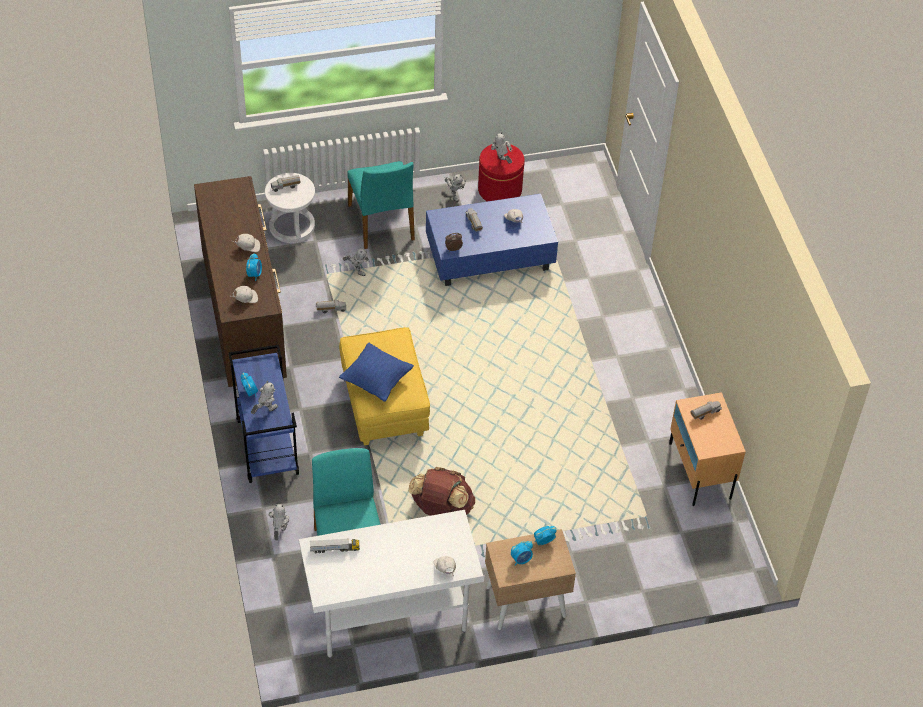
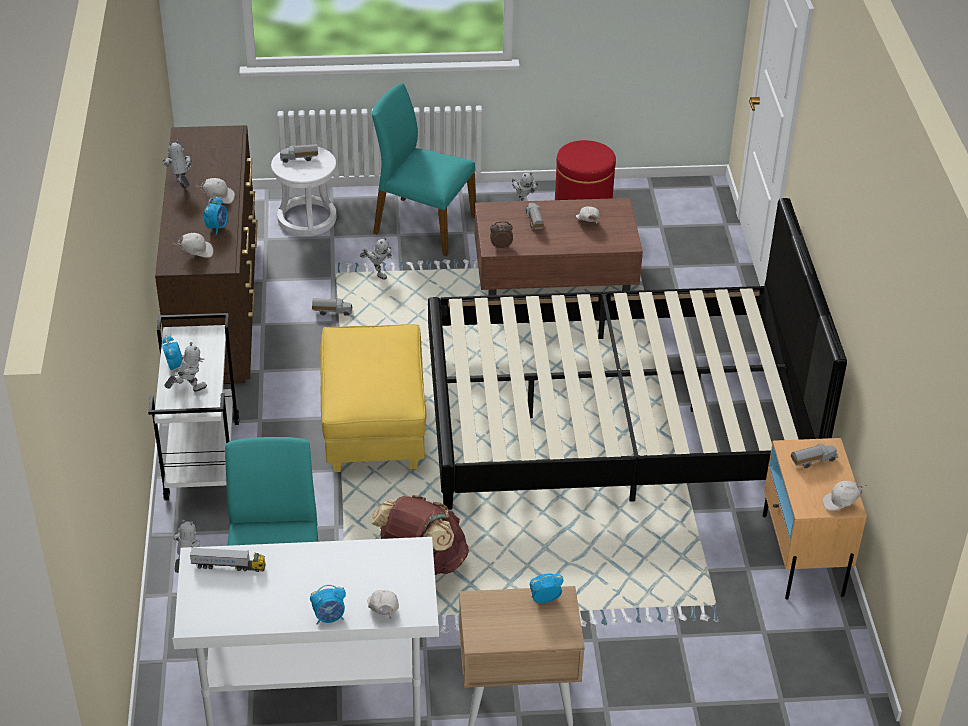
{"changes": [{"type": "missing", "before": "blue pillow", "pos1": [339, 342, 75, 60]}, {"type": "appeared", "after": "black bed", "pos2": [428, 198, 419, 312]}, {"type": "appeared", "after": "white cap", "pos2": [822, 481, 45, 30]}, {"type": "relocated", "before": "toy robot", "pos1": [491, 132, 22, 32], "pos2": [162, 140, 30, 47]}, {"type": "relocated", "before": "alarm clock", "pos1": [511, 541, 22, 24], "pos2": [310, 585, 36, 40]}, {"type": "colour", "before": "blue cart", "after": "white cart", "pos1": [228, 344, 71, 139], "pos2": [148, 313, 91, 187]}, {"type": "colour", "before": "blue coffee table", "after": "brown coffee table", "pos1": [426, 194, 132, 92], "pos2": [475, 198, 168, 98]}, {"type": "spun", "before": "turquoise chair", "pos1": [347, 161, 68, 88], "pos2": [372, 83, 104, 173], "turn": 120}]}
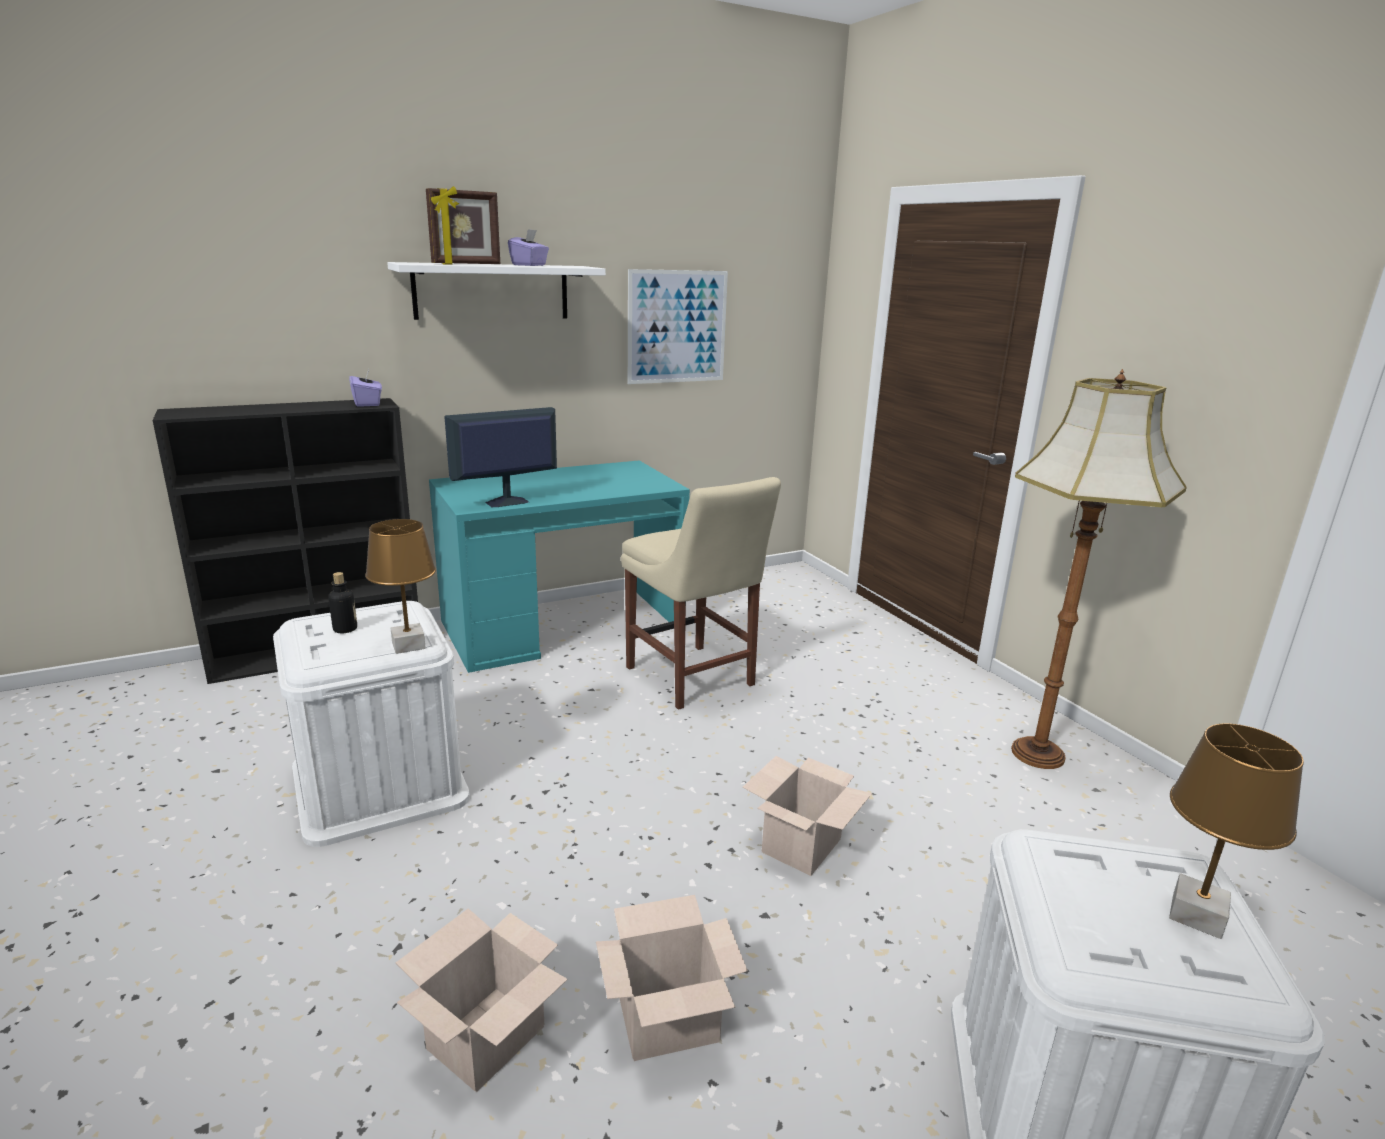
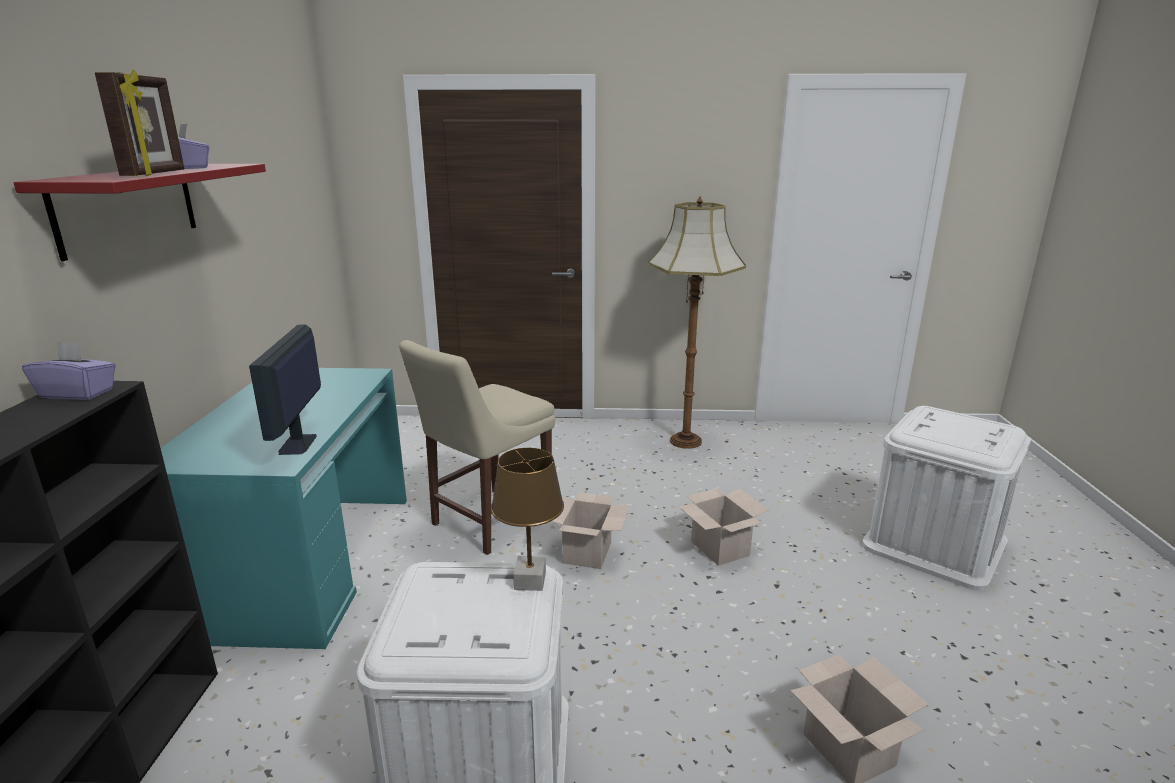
{"changes": [{"type": "missing", "before": "bottle", "pos1": [328, 572, 29, 61]}, {"type": "missing", "before": "picture", "pos1": [628, 269, 100, 115]}, {"type": "missing", "before": "brown table lamp", "pos1": [1169, 723, 135, 216]}, {"type": "relocated", "before": "cardboard box", "pos1": [596, 895, 152, 166], "pos2": [551, 492, 79, 77]}, {"type": "colour", "before": "white shelf", "after": "red shelf", "pos1": [387, 262, 219, 58], "pos2": [14, 164, 252, 97]}, {"type": "spun", "before": "beige chair", "pos1": [621, 477, 160, 233], "pos2": [399, 340, 156, 215], "turn": 135}]}
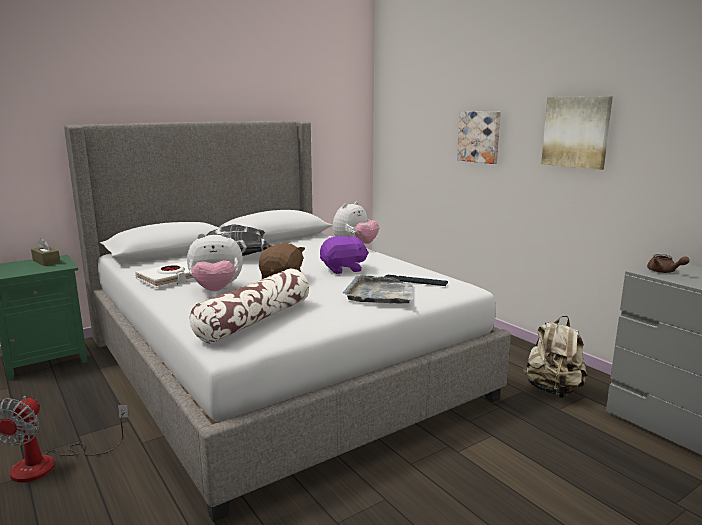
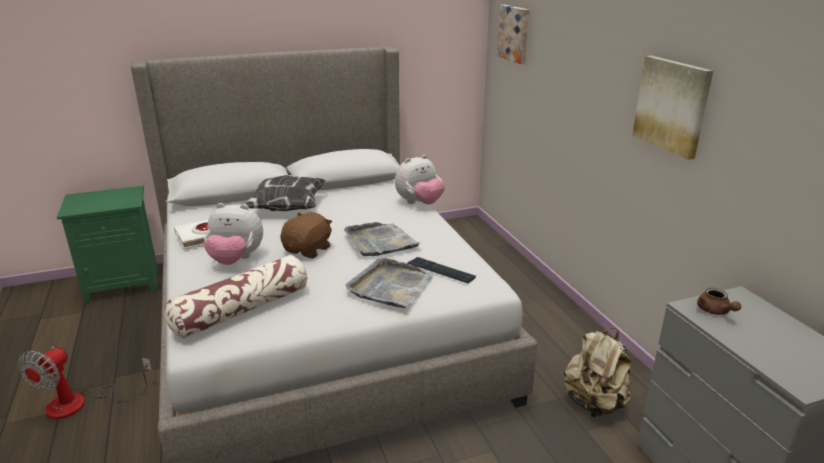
{"changes": [{"type": "missing", "before": "brown tissue box", "pos1": [31, 238, 29, 28]}, {"type": "relocated", "before": "picture", "pos1": [457, 111, 44, 53], "pos2": [497, 5, 32, 59]}, {"type": "exchanged", "before": "purple plush toy", "after": "grey tray", "pos1": [320, 236, 49, 38], "pos2": [344, 222, 77, 34]}]}
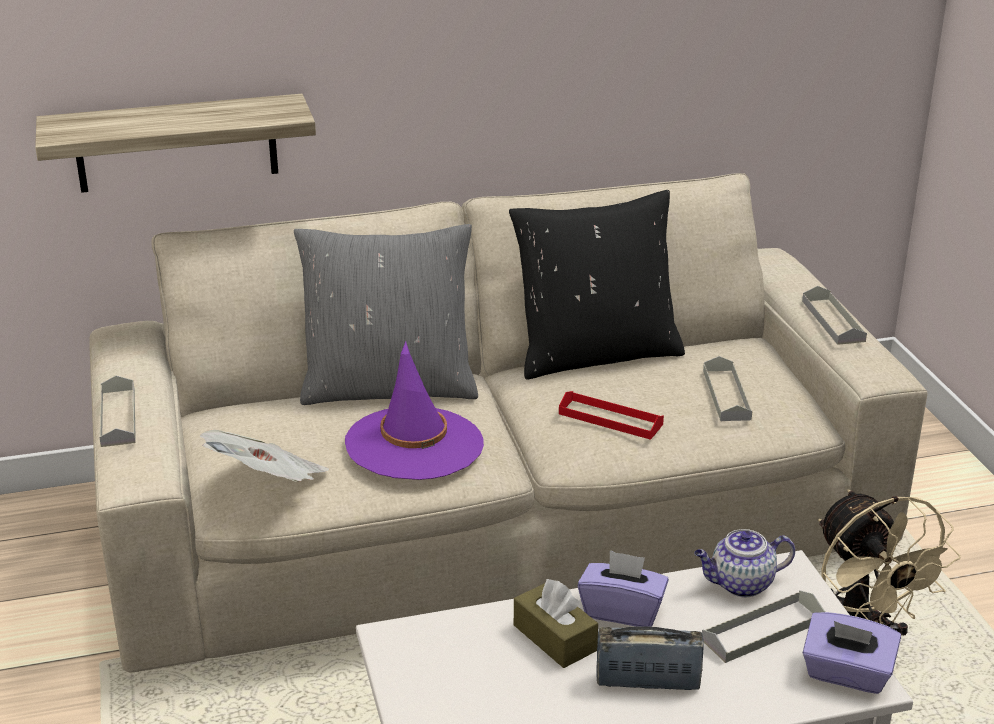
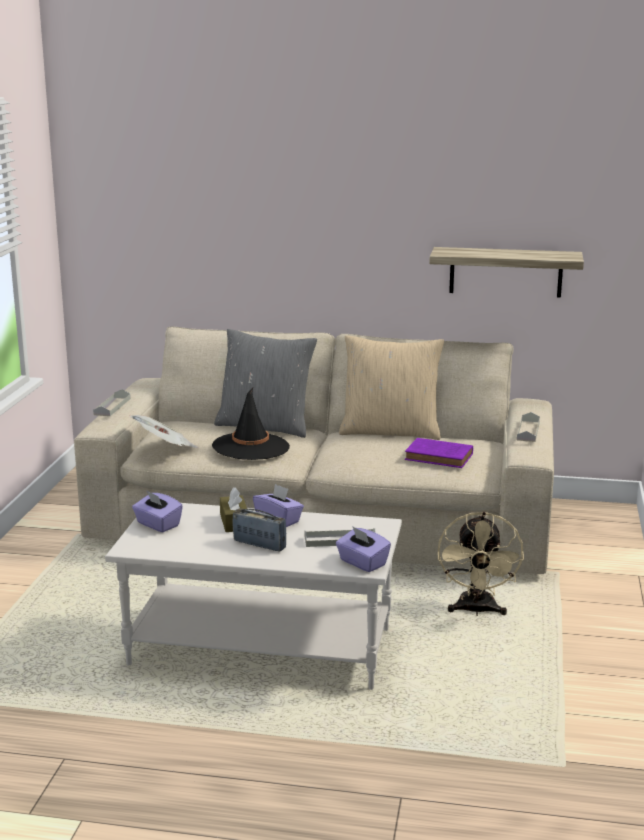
{"changes": [{"type": "missing", "before": "red tray", "pos1": [559, 391, 105, 49]}, {"type": "missing", "before": "teapot", "pos1": [694, 529, 101, 68]}, {"type": "appeared", "after": "purple tissue box", "pos2": [132, 490, 51, 42]}, {"type": "relocated", "before": "shelf", "pos1": [35, 94, 281, 99], "pos2": [429, 247, 155, 51]}, {"type": "exchanged", "before": "grey tray", "after": "purple book", "pos1": [703, 356, 49, 65], "pos2": [405, 438, 68, 30]}, {"type": "colour", "before": "purple hat", "after": "black hat", "pos1": [345, 342, 139, 138], "pos2": [212, 388, 78, 72]}, {"type": "colour", "before": "black pillow", "after": "beige pillow", "pos1": [509, 190, 176, 190], "pos2": [339, 336, 105, 104]}]}
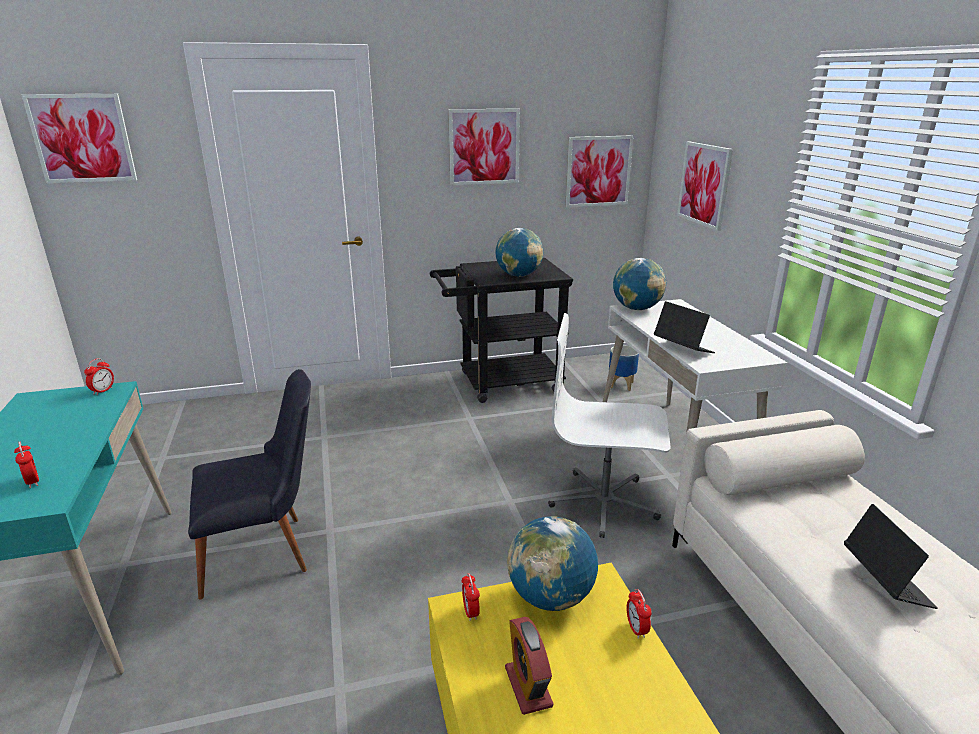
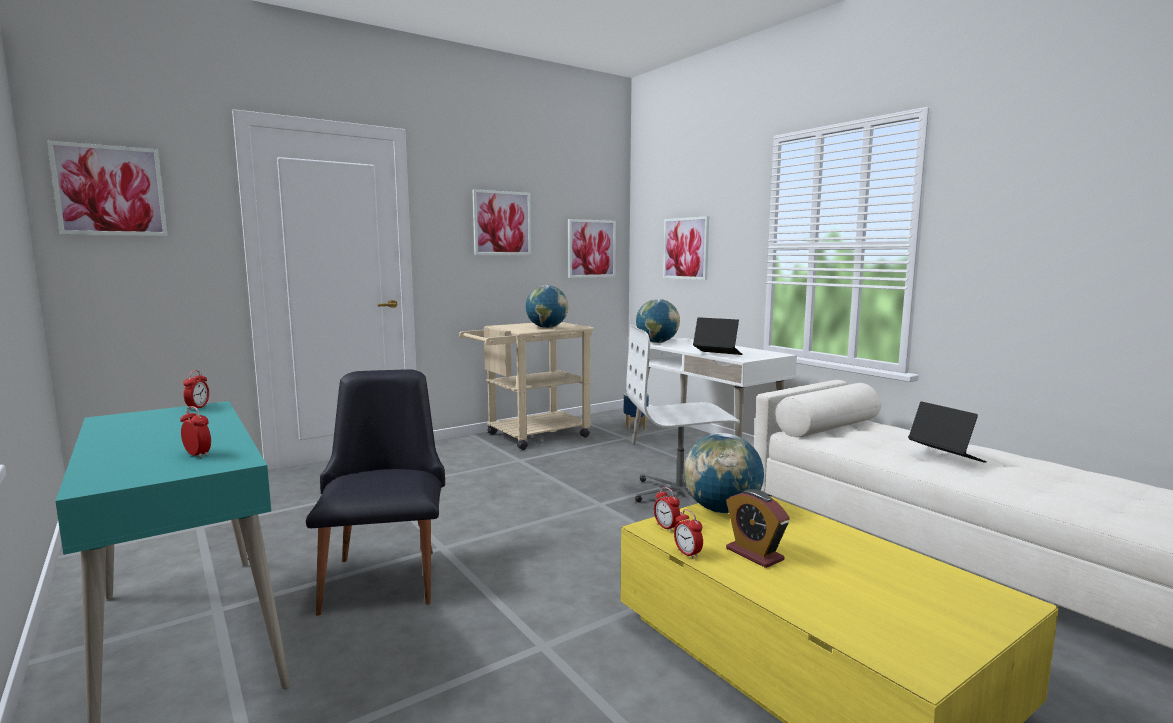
{"changes": [{"type": "relocated", "before": "alarm clock", "pos1": [626, 589, 26, 50], "pos2": [674, 509, 29, 50]}, {"type": "colour", "before": "black cart", "after": "beige cart", "pos1": [430, 258, 143, 145], "pos2": [459, 322, 135, 128]}, {"type": "spun", "before": "black chair", "pos1": [188, 369, 123, 230], "pos2": [306, 369, 139, 247], "turn": -60}]}
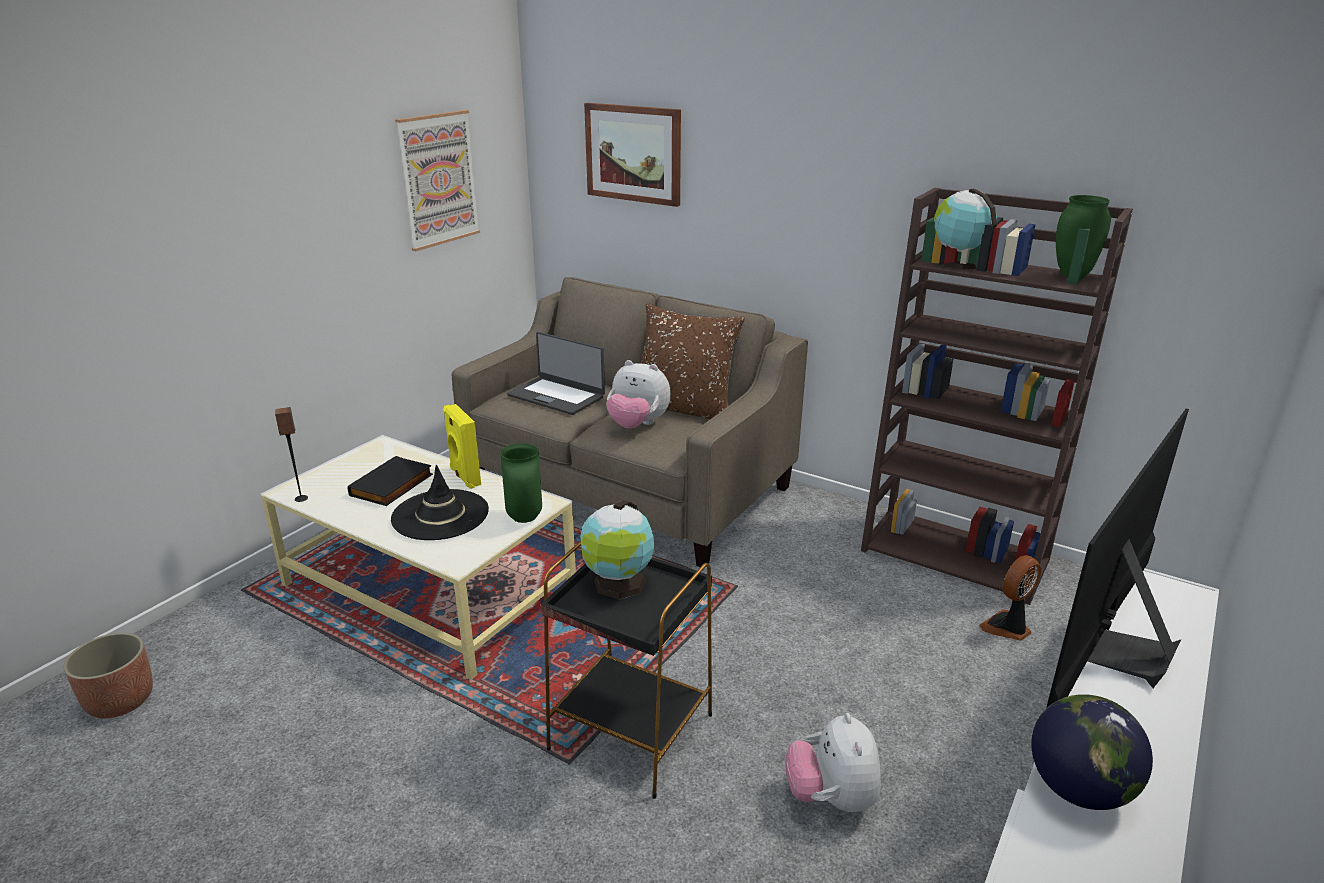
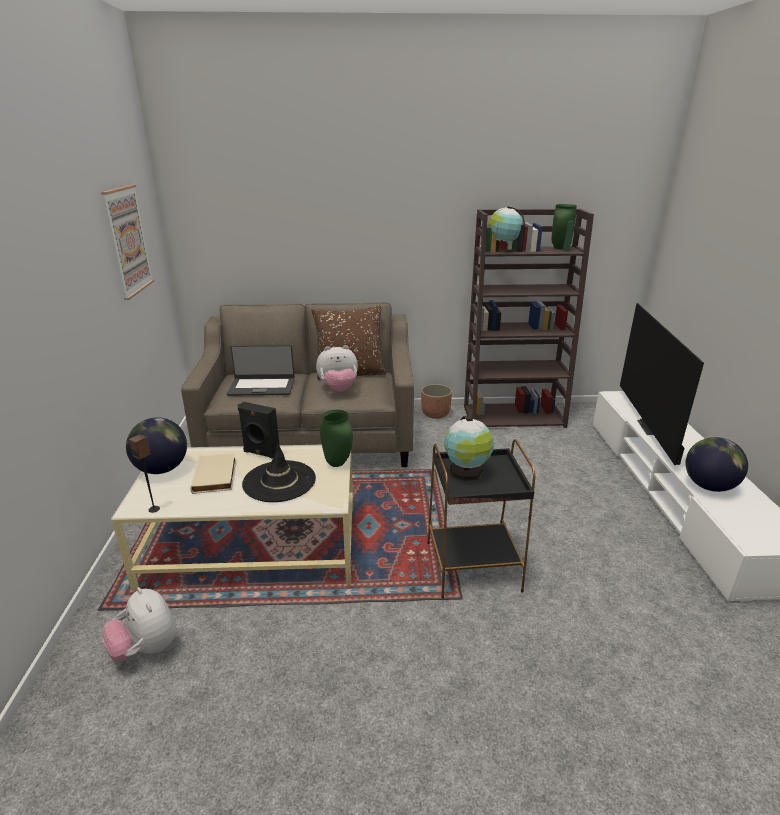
{"changes": [{"type": "missing", "before": "picture", "pos1": [584, 103, 97, 104]}, {"type": "missing", "before": "fan", "pos1": [979, 555, 62, 86]}, {"type": "appeared", "after": "globe", "pos2": [126, 418, 61, 56]}, {"type": "relocated", "before": "planter", "pos1": [63, 633, 90, 85], "pos2": [421, 384, 31, 35]}, {"type": "relocated", "before": "plush toy", "pos1": [785, 713, 96, 99], "pos2": [103, 587, 73, 75]}, {"type": "colour", "before": "black book", "after": "beige book", "pos1": [348, 456, 85, 50], "pos2": [190, 453, 46, 41]}, {"type": "colour", "before": "yellow speaker", "after": "black speaker", "pos1": [443, 404, 38, 85], "pos2": [237, 402, 42, 57]}]}
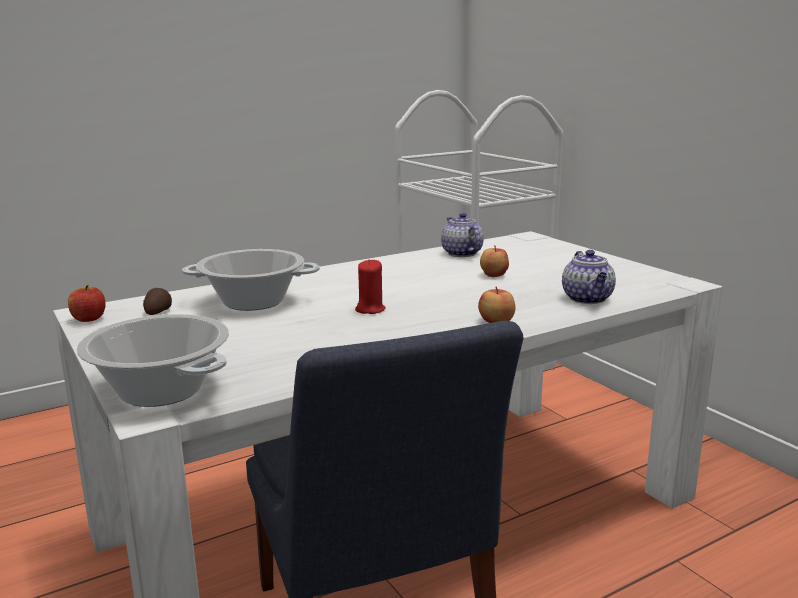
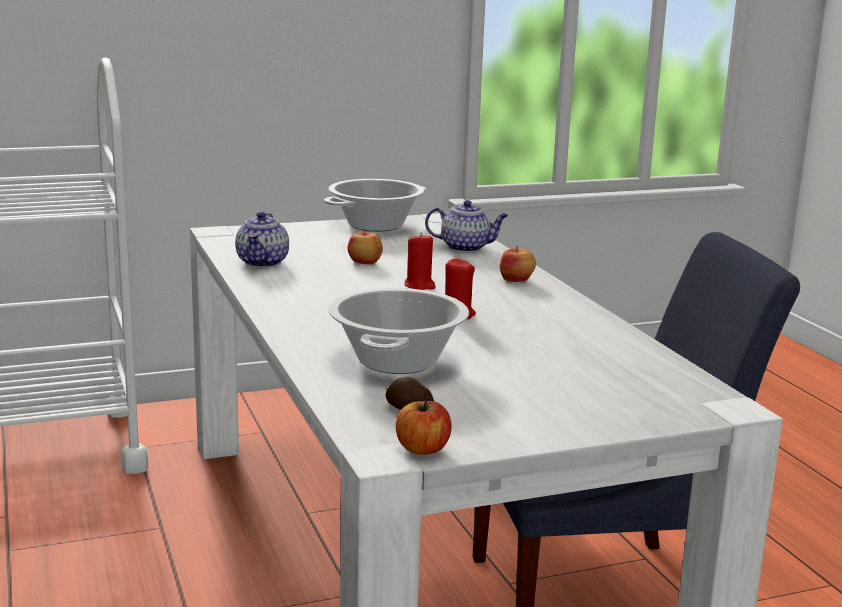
{"changes": [{"type": "appeared", "after": "red candle", "pos2": [404, 232, 32, 58]}, {"type": "relocated", "before": "cooking pot", "pos1": [76, 314, 153, 93], "pos2": [324, 179, 102, 53]}, {"type": "spun", "before": "teapot", "pos1": [441, 213, 43, 44], "pos2": [235, 212, 54, 55], "turn": -75}]}
